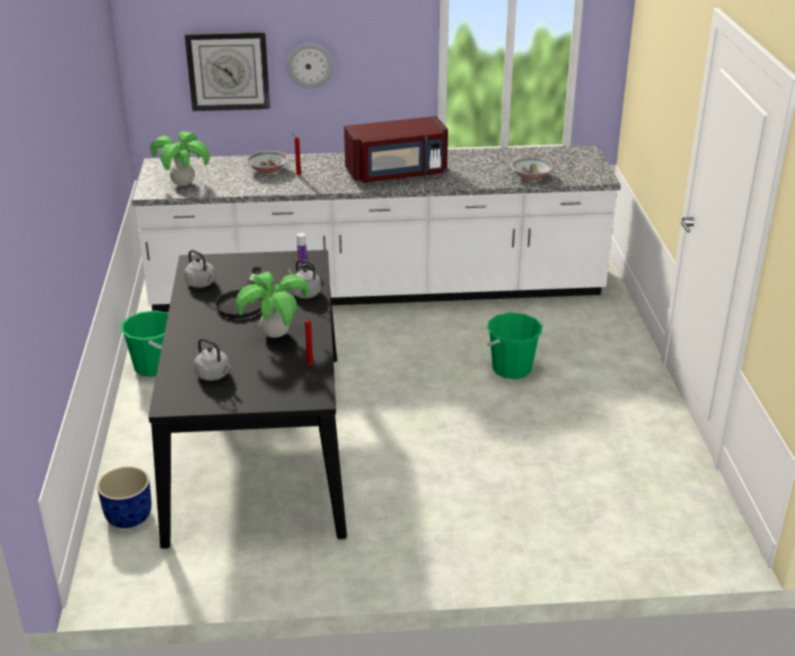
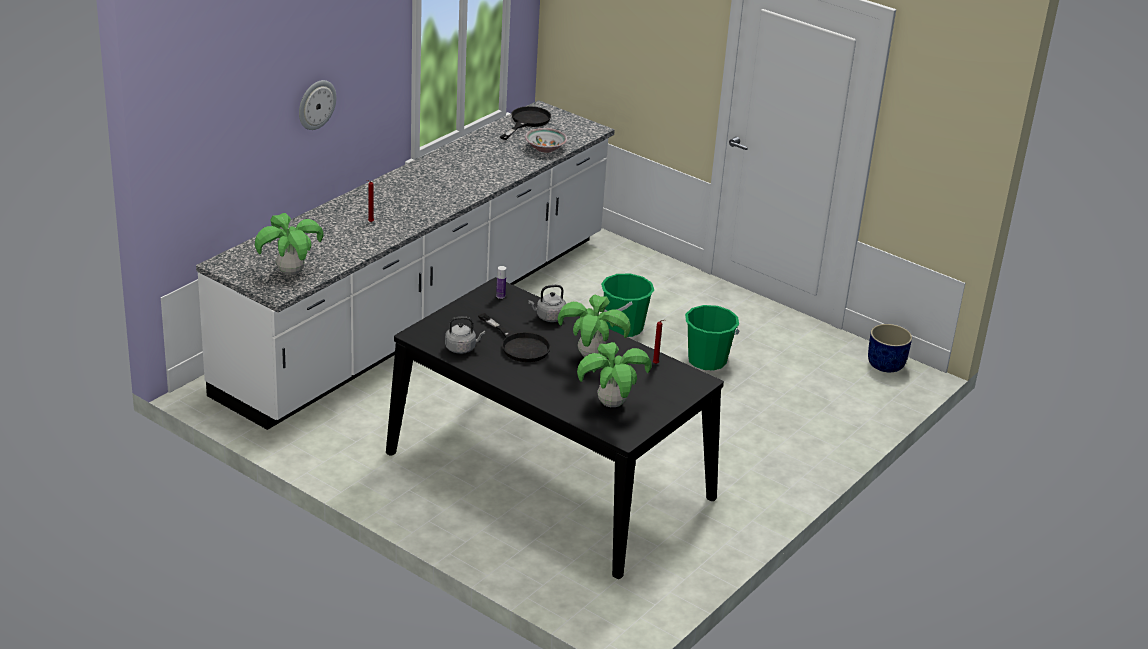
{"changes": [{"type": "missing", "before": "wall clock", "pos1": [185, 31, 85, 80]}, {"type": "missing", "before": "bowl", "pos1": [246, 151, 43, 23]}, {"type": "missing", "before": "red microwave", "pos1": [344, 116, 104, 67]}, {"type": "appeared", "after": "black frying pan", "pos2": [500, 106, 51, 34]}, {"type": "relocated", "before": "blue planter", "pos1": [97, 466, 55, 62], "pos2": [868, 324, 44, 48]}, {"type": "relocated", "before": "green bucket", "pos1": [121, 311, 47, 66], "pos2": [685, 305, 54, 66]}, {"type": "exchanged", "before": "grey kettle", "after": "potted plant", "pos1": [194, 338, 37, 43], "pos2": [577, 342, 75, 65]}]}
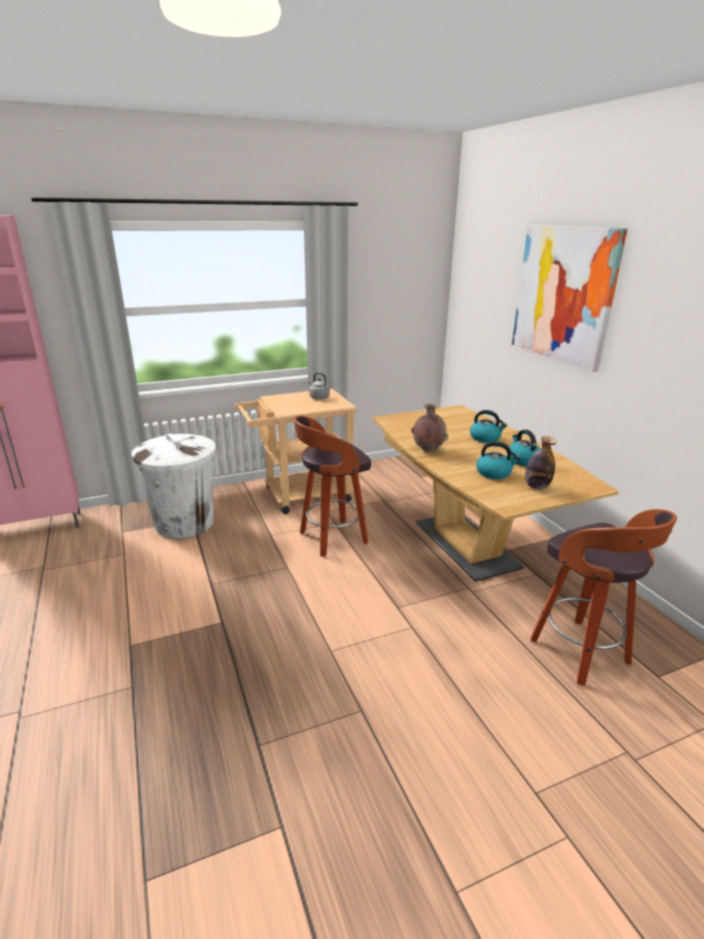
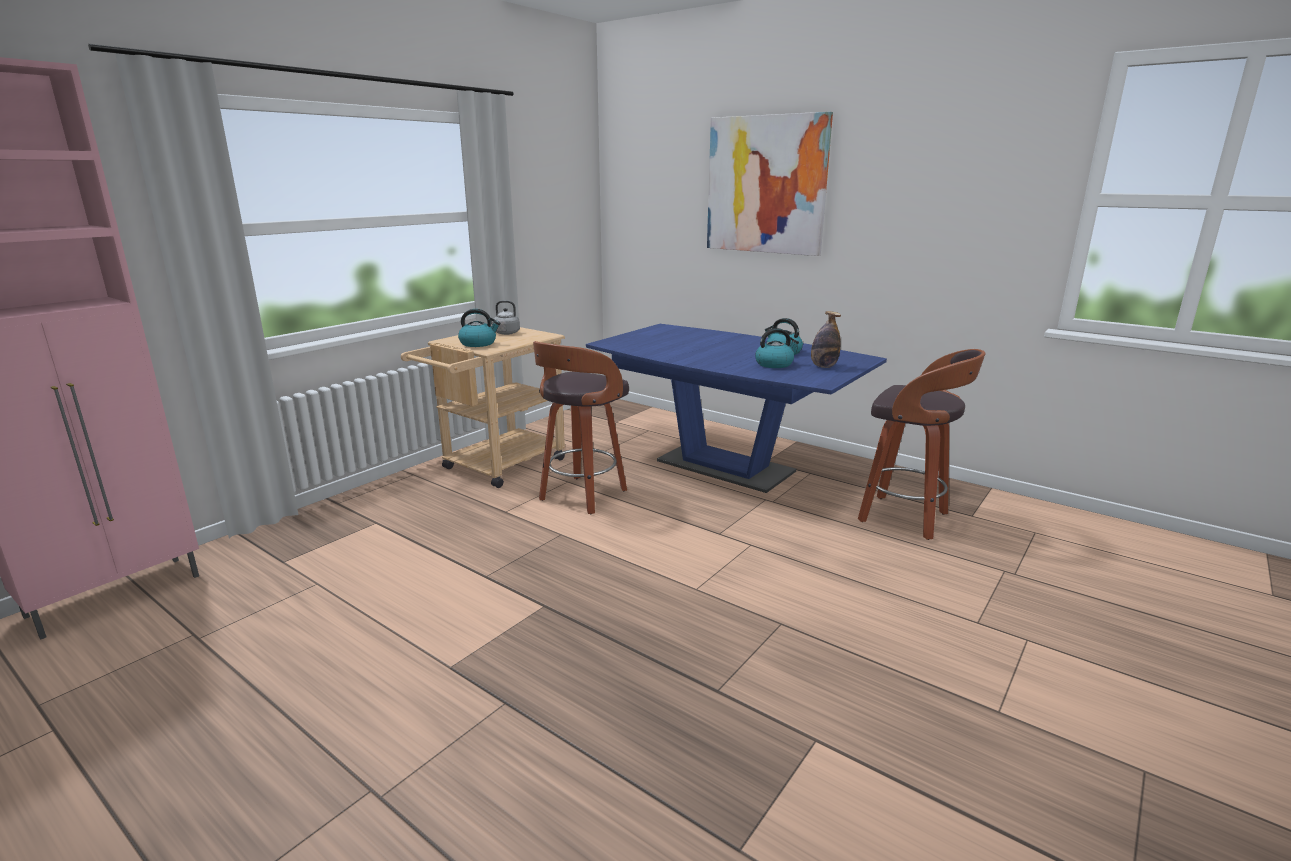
{"changes": [{"type": "missing", "before": "white trash can", "pos1": [132, 433, 84, 106]}, {"type": "missing", "before": "brown vase", "pos1": [411, 403, 37, 49]}, {"type": "relocated", "before": "kettle", "pos1": [470, 410, 37, 33], "pos2": [458, 309, 43, 38]}, {"type": "colour", "before": "brown dining table", "after": "blue dining table", "pos1": [373, 405, 246, 177], "pos2": [586, 324, 301, 169]}]}
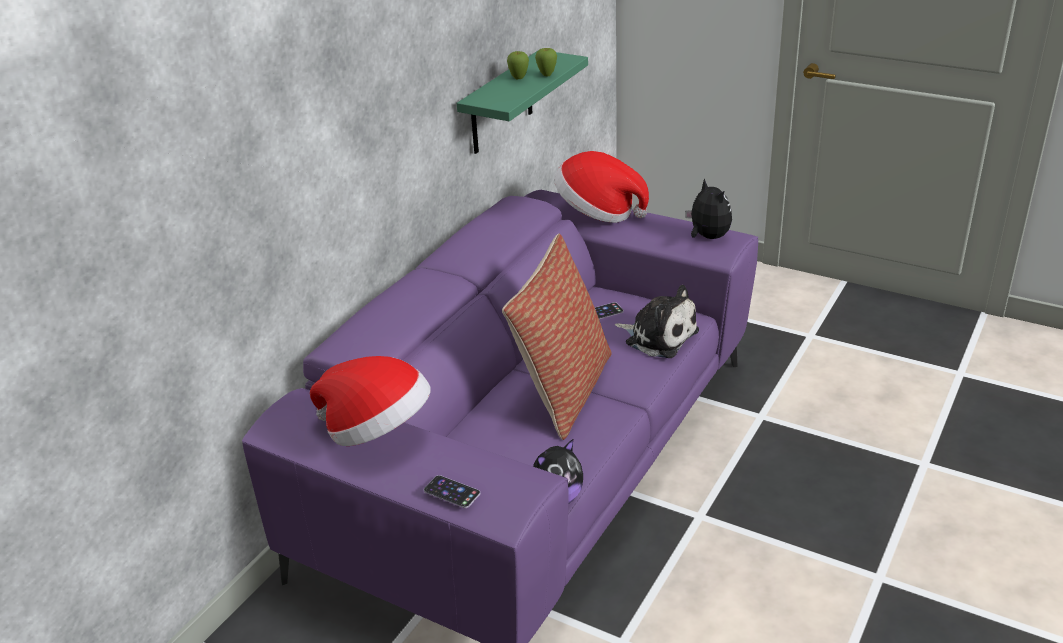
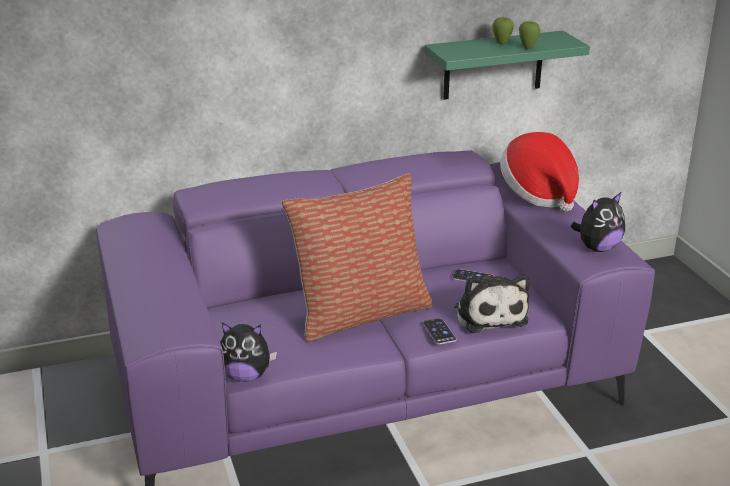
{"changes": [{"type": "missing", "before": "hat", "pos1": [310, 356, 120, 90]}, {"type": "relocated", "before": "phone", "pos1": [424, 475, 56, 33], "pos2": [423, 318, 33, 26]}, {"type": "spun", "before": "plush toy", "pos1": [685, 178, 47, 61], "pos2": [571, 192, 54, 60], "turn": 45}]}
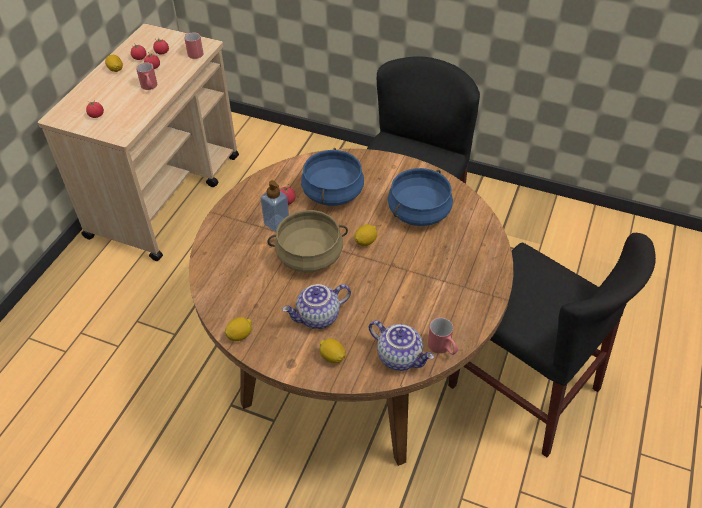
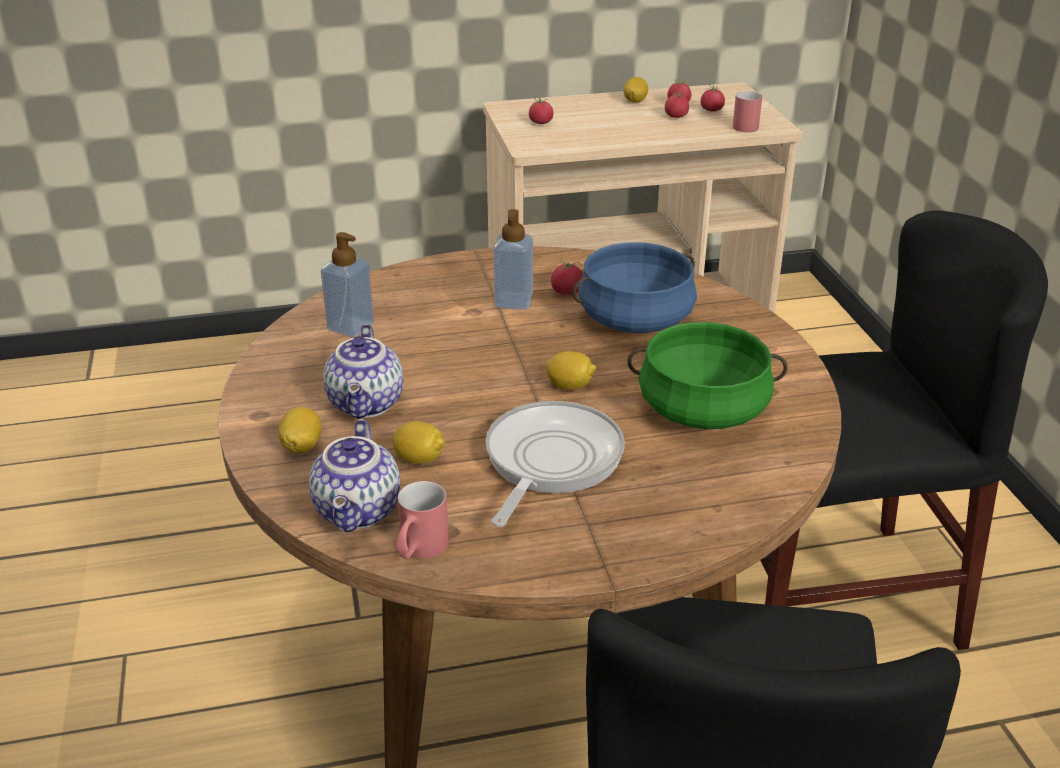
{"changes": [{"type": "missing", "before": "red mug", "pos1": [136, 62, 21, 28]}, {"type": "missing", "before": "beige cooking pot", "pos1": [267, 210, 81, 62]}, {"type": "appeared", "after": "soap dispenser", "pos2": [321, 232, 53, 105]}, {"type": "appeared", "after": "frying pan", "pos2": [486, 401, 138, 126]}, {"type": "relocated", "before": "lemon", "pos1": [225, 317, 27, 24], "pos2": [393, 421, 52, 43]}, {"type": "colour", "before": "blue cooking pot", "after": "green cooking pot", "pos1": [388, 168, 65, 58], "pos2": [627, 322, 161, 107]}, {"type": "spun", "before": "teapot", "pos1": [282, 284, 69, 45], "pos2": [323, 324, 80, 95], "turn": -120}]}
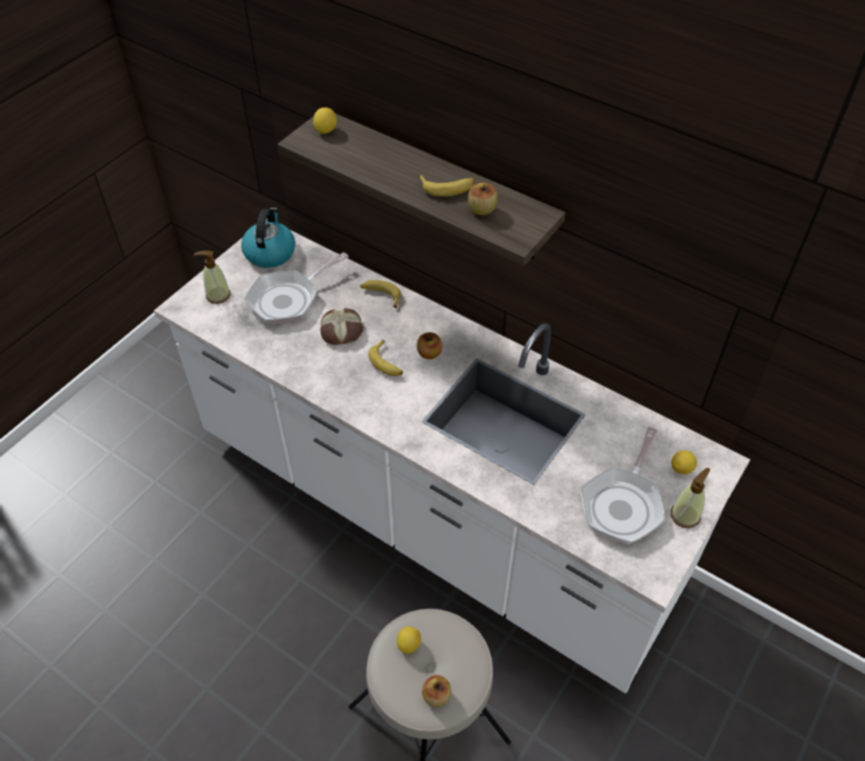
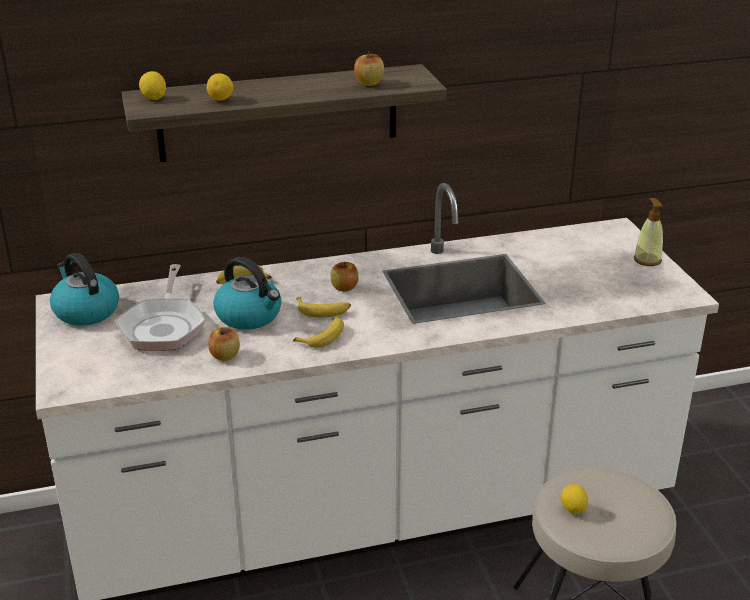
{"changes": [{"type": "missing", "before": "soap dispenser", "pos1": [194, 251, 37, 53]}, {"type": "missing", "before": "frying pan", "pos1": [581, 427, 84, 117]}, {"type": "relocated", "before": "banana", "pos1": [418, 175, 57, 22], "pos2": [293, 317, 51, 31]}, {"type": "relocated", "before": "apple", "pos1": [422, 675, 29, 32], "pos2": [208, 327, 32, 34]}, {"type": "relocated", "before": "lemon", "pos1": [671, 450, 26, 24], "pos2": [207, 73, 26, 28]}, {"type": "exchanged", "before": "bread", "after": "kettle", "pos1": [320, 308, 43, 37], "pos2": [213, 257, 69, 73]}]}
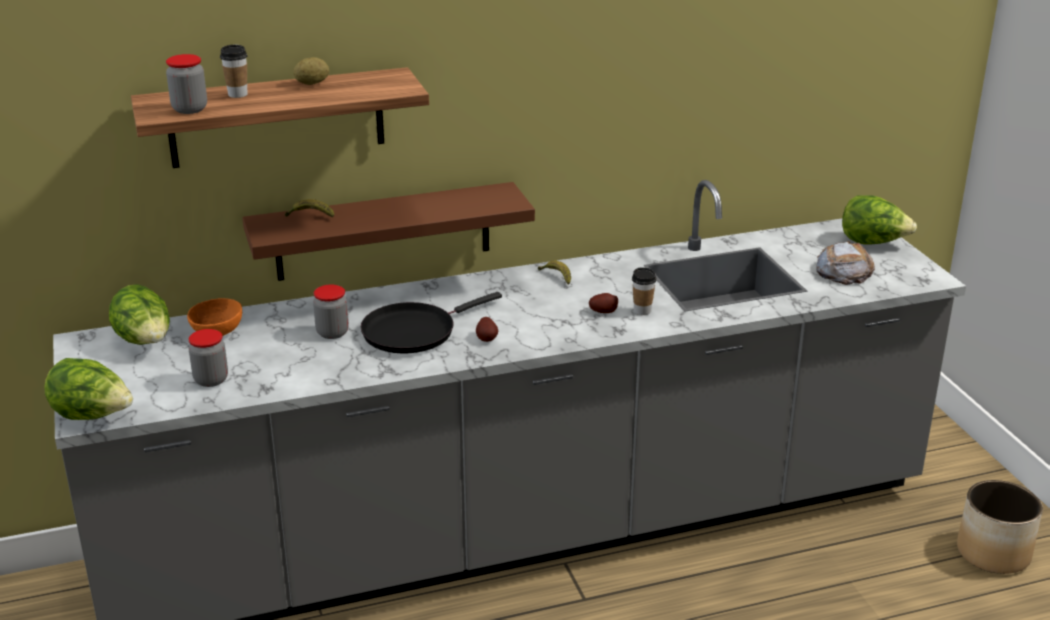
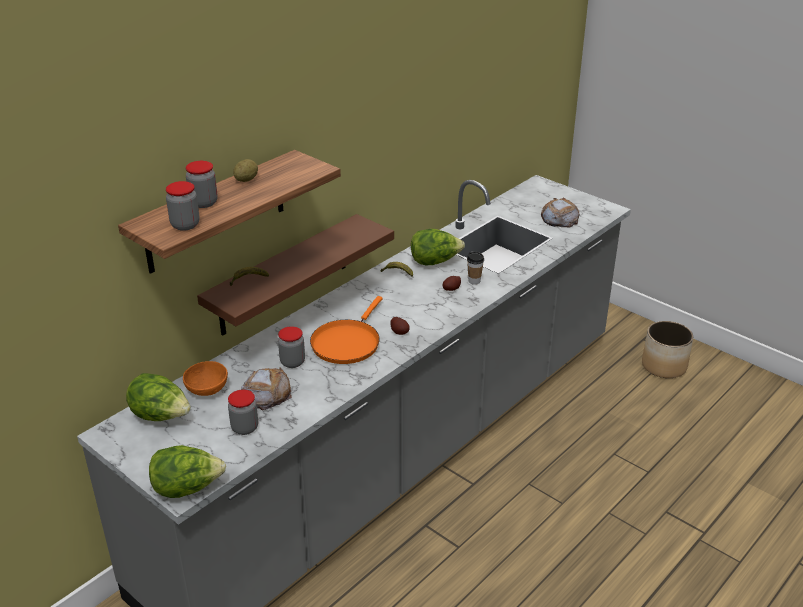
{"changes": [{"type": "appeared", "after": "bread", "pos2": [241, 367, 51, 43]}, {"type": "relocated", "before": "lettuce", "pos1": [842, 195, 75, 50], "pos2": [411, 229, 54, 36]}, {"type": "exchanged", "before": "cup", "after": "jar", "pos1": [220, 45, 27, 53], "pos2": [186, 161, 32, 47]}, {"type": "colour", "before": "black frying pan", "after": "orange frying pan", "pos1": [361, 292, 141, 61], "pos2": [310, 296, 73, 68]}]}
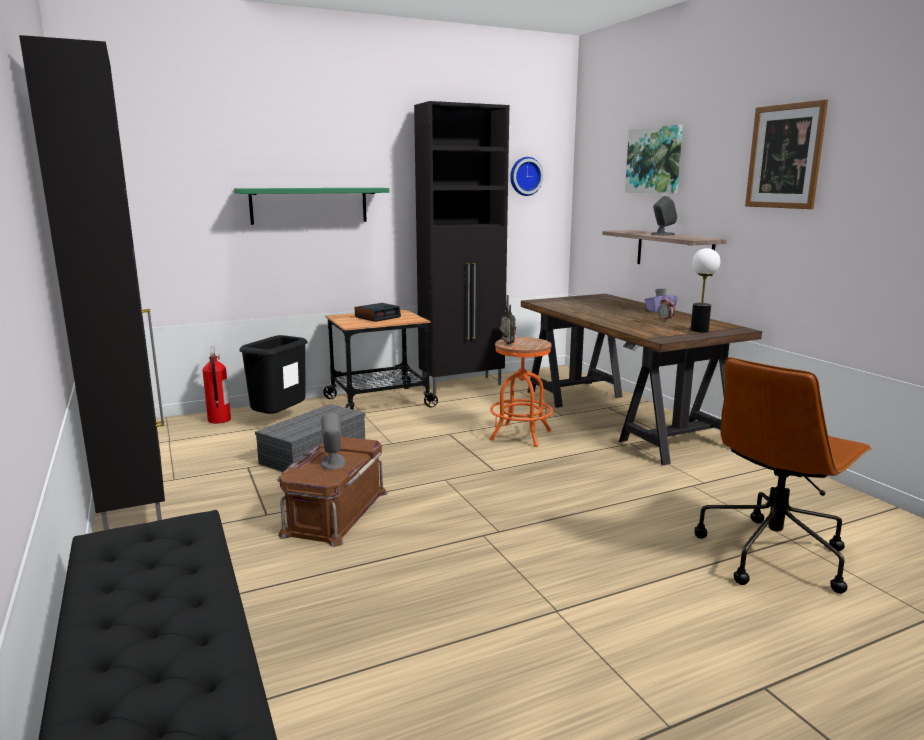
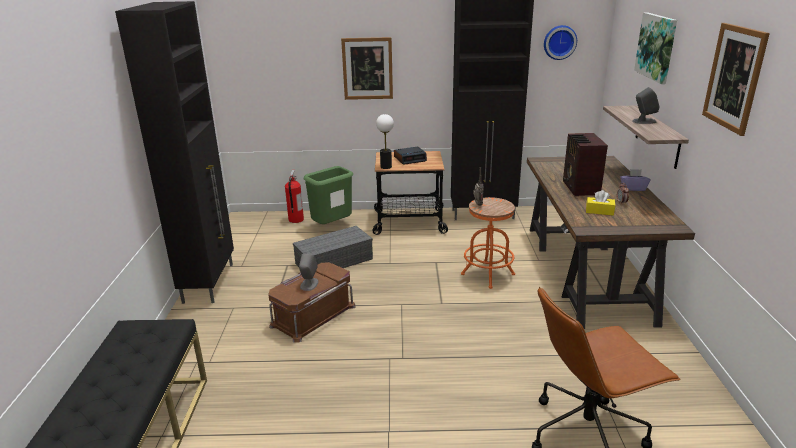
{"changes": [{"type": "appeared", "after": "radio", "pos2": [563, 133, 45, 63]}, {"type": "appeared", "after": "yellow tissue box", "pos2": [586, 190, 29, 26]}, {"type": "relocated", "before": "table lamp", "pos1": [691, 248, 29, 84], "pos2": [376, 114, 18, 55]}, {"type": "exchanged", "before": "green shelf", "after": "picture", "pos1": [234, 188, 155, 37], "pos2": [341, 37, 52, 63]}, {"type": "colour", "before": "black trash can", "after": "green trash can", "pos1": [239, 335, 69, 79], "pos2": [304, 166, 49, 58]}]}
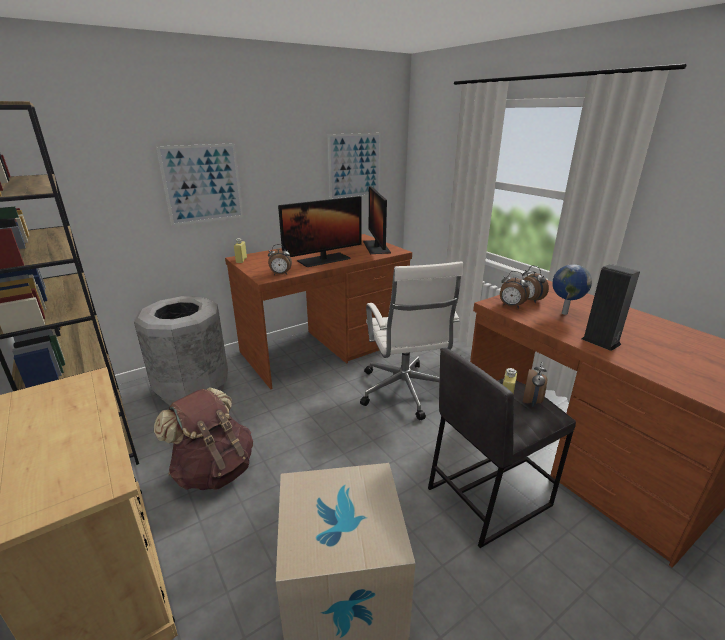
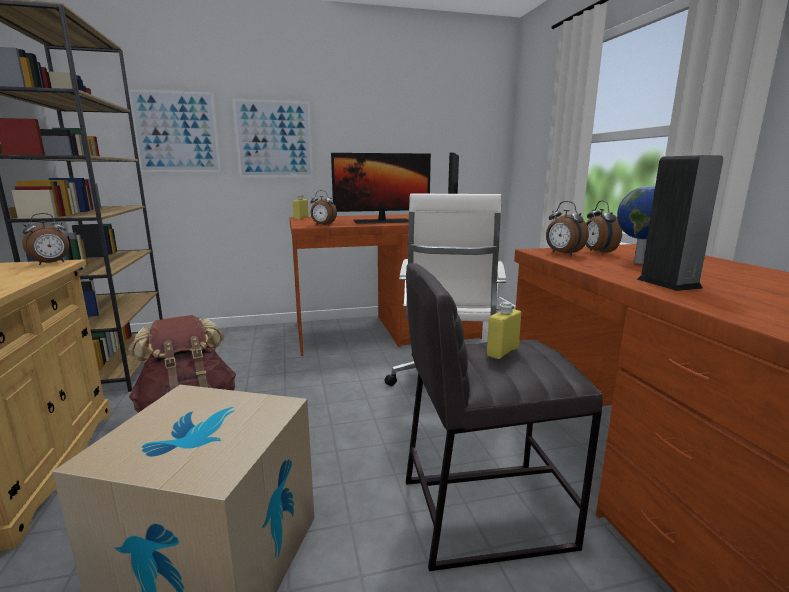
{"changes": [{"type": "missing", "before": "grey trash can", "pos1": [134, 296, 94, 109]}, {"type": "relocated", "before": "picture", "pos1": [328, 133, 53, 66], "pos2": [128, 89, 93, 83]}, {"type": "relocated", "before": "alarm clock", "pos1": [523, 362, 24, 45], "pos2": [22, 213, 47, 52]}]}
